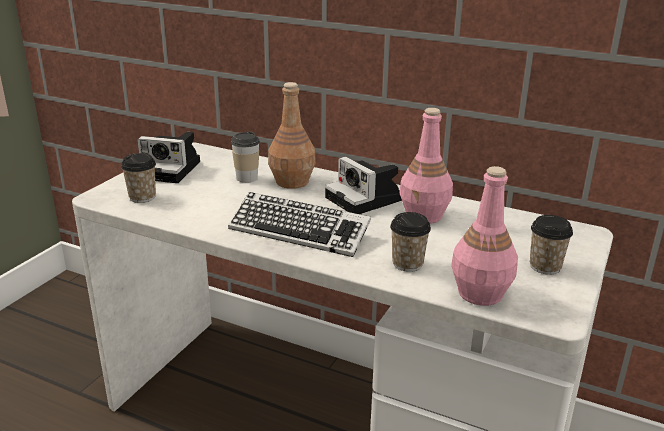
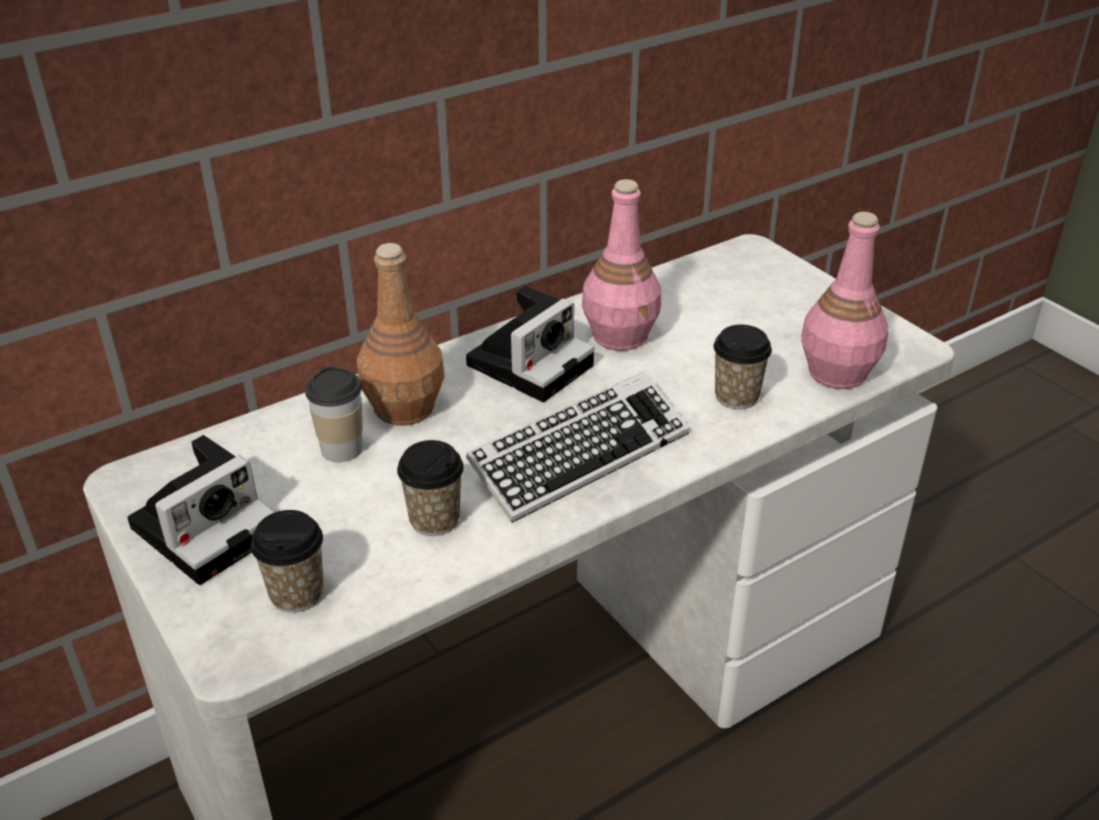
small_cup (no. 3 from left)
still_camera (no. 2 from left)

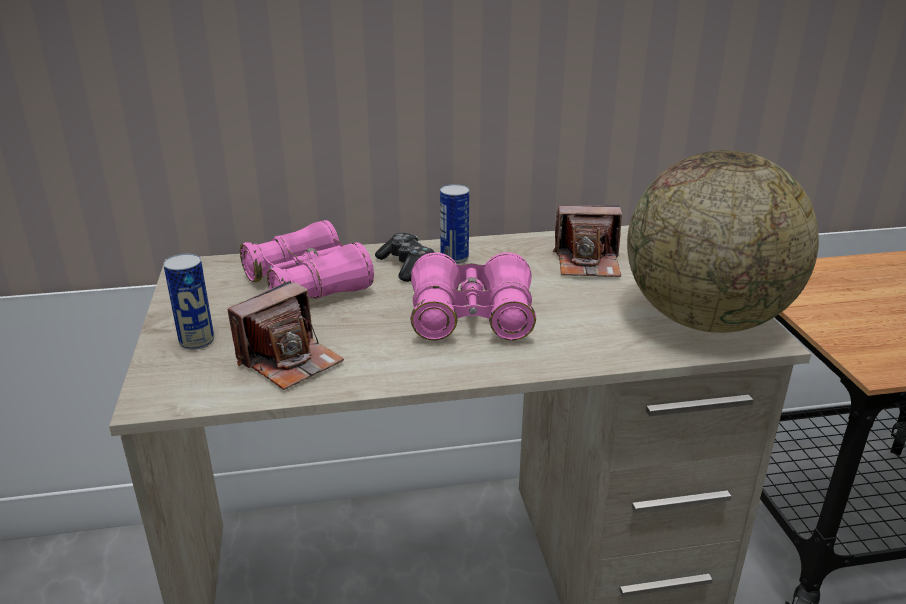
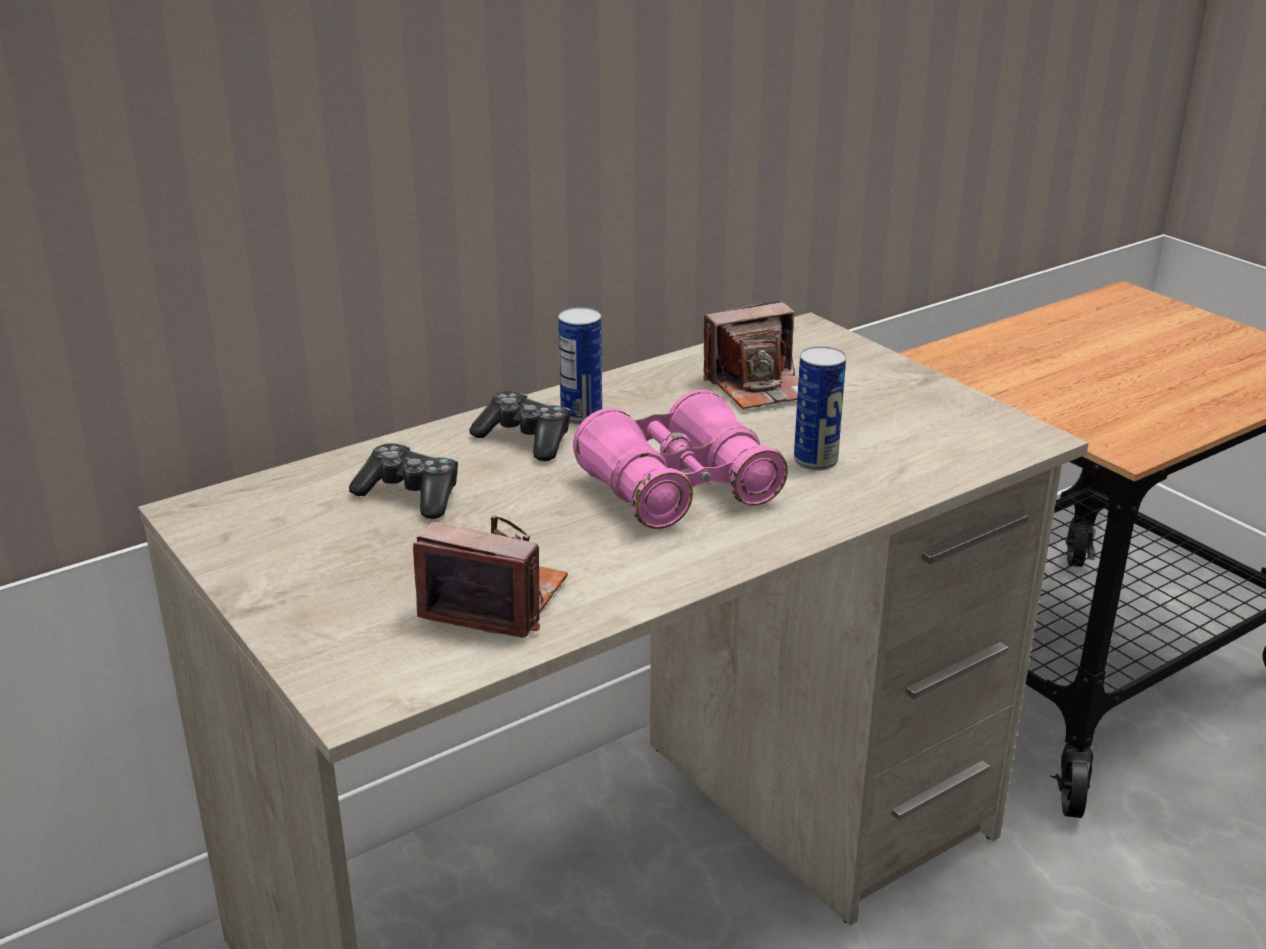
globe
sealed_can (no. 2 from left)
gamepad (no. 1 from left)
still_camera (no. 1 from left)

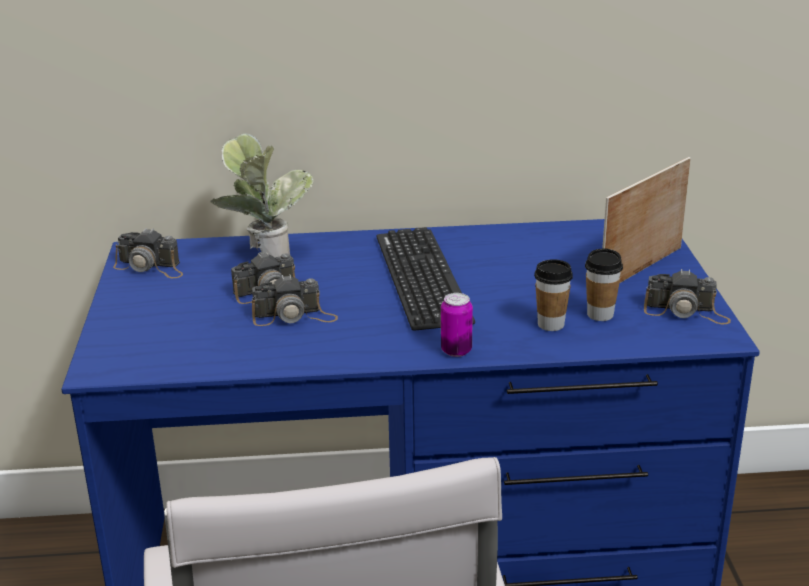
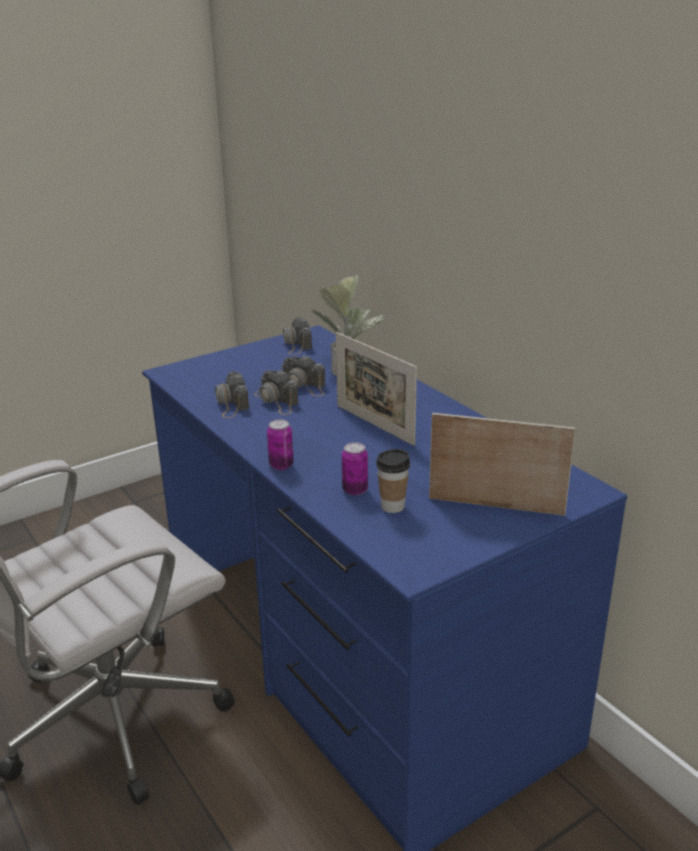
still_camera (no. 1 from left)
picture_frame (no. 1 from left)
sealed_can (no. 2 from left)

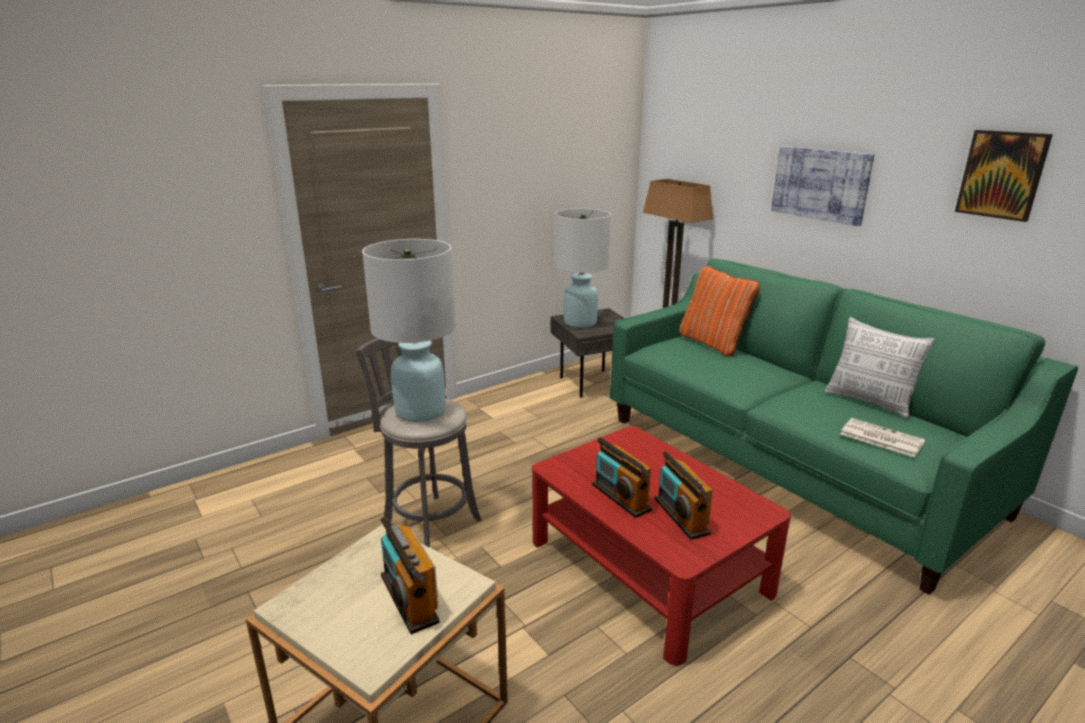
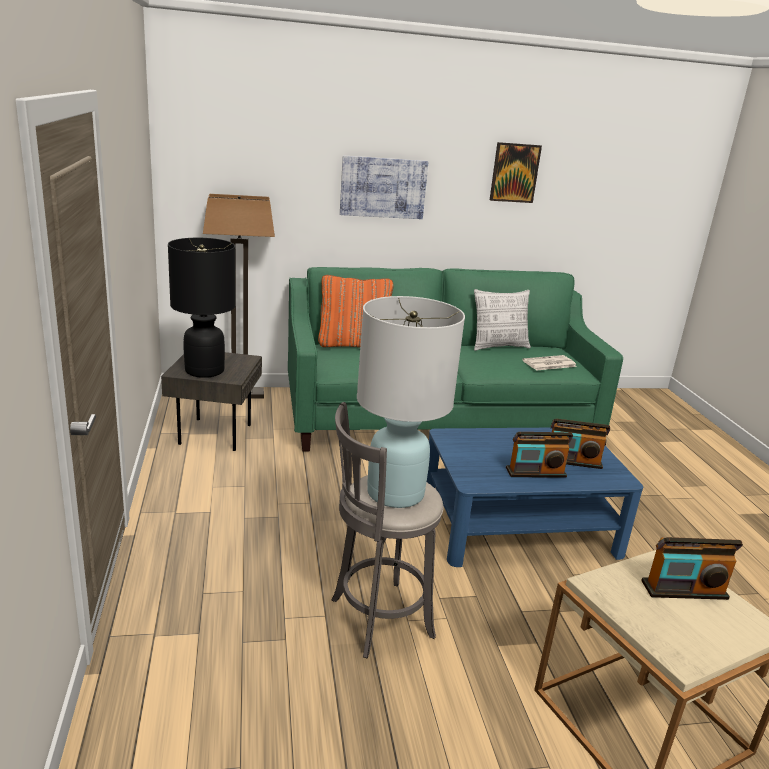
blue-coloured_coffee_table
black-coloured_lamp_for_a_table

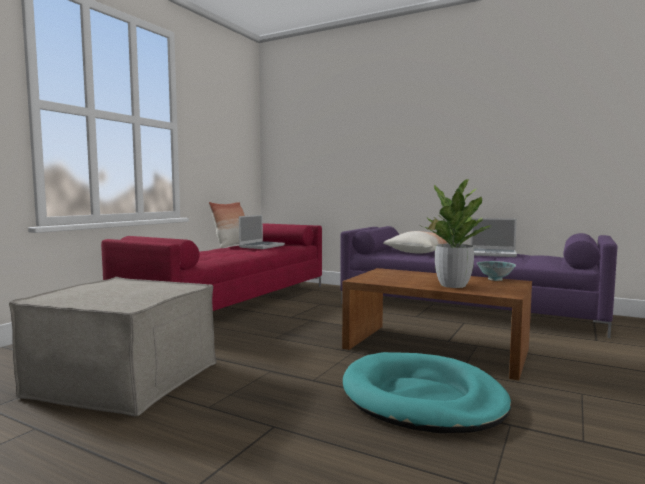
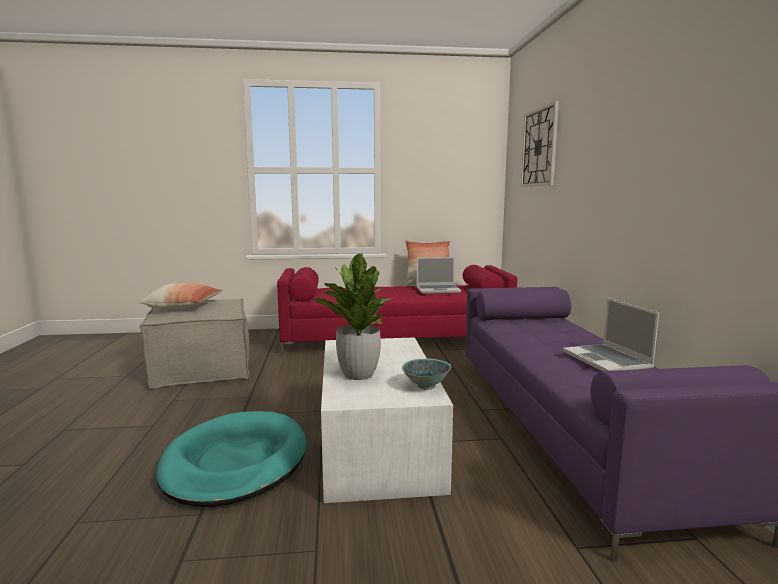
wall_clock
throw_pillow (no. 1 from left)
whitish_coffee_table

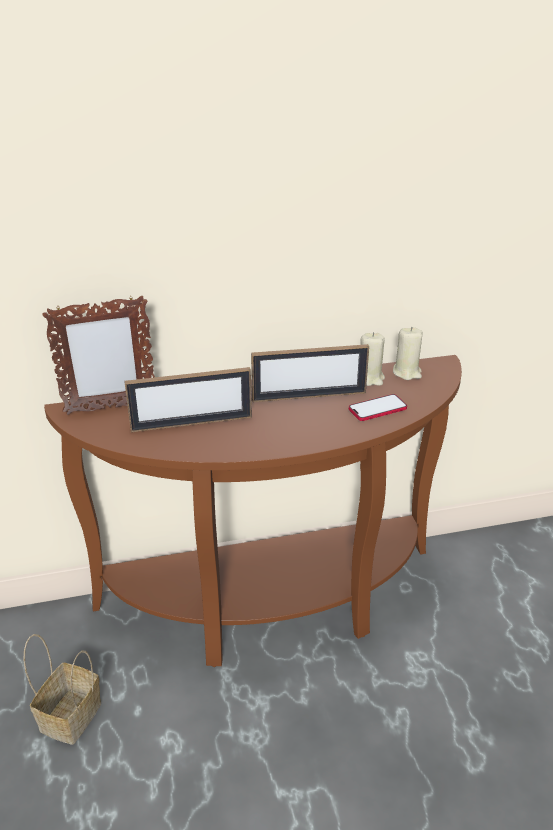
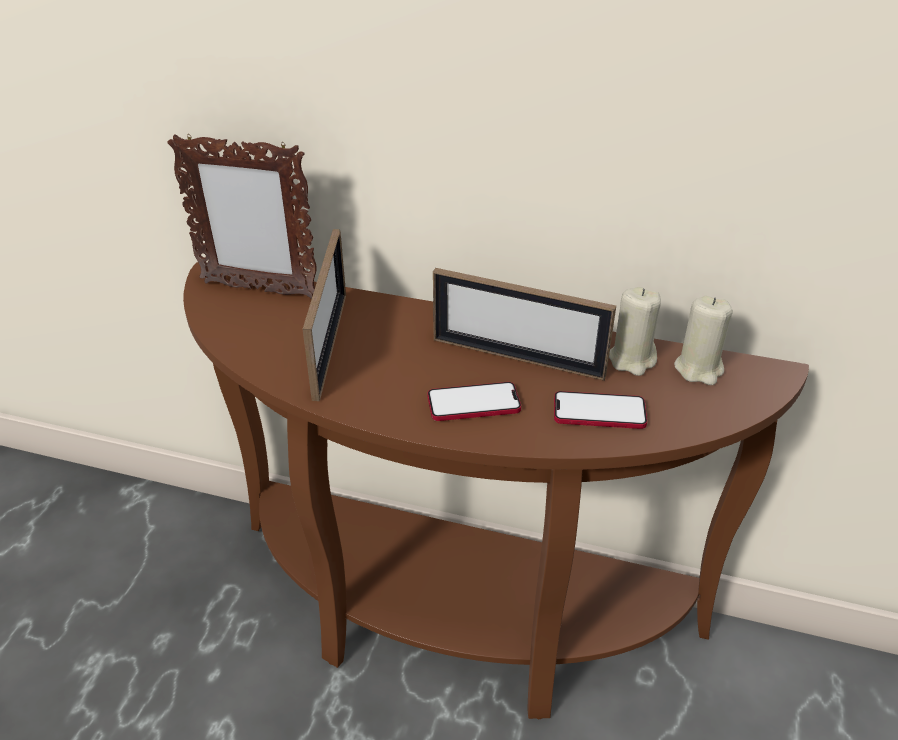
storage_basket
telephone (no. 1 from left)
picture_frame (no. 2 from left)

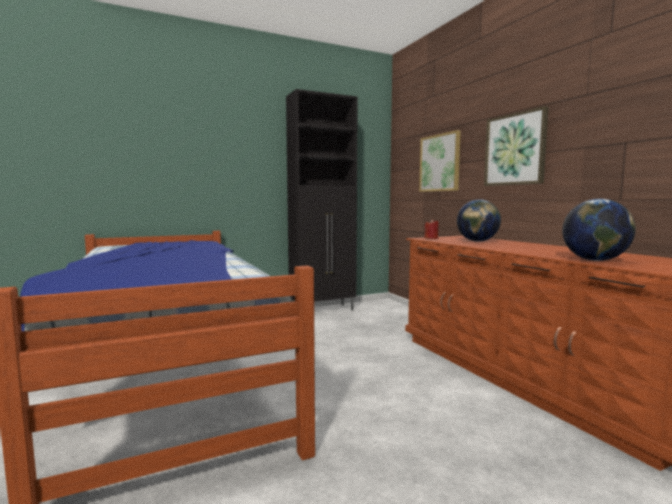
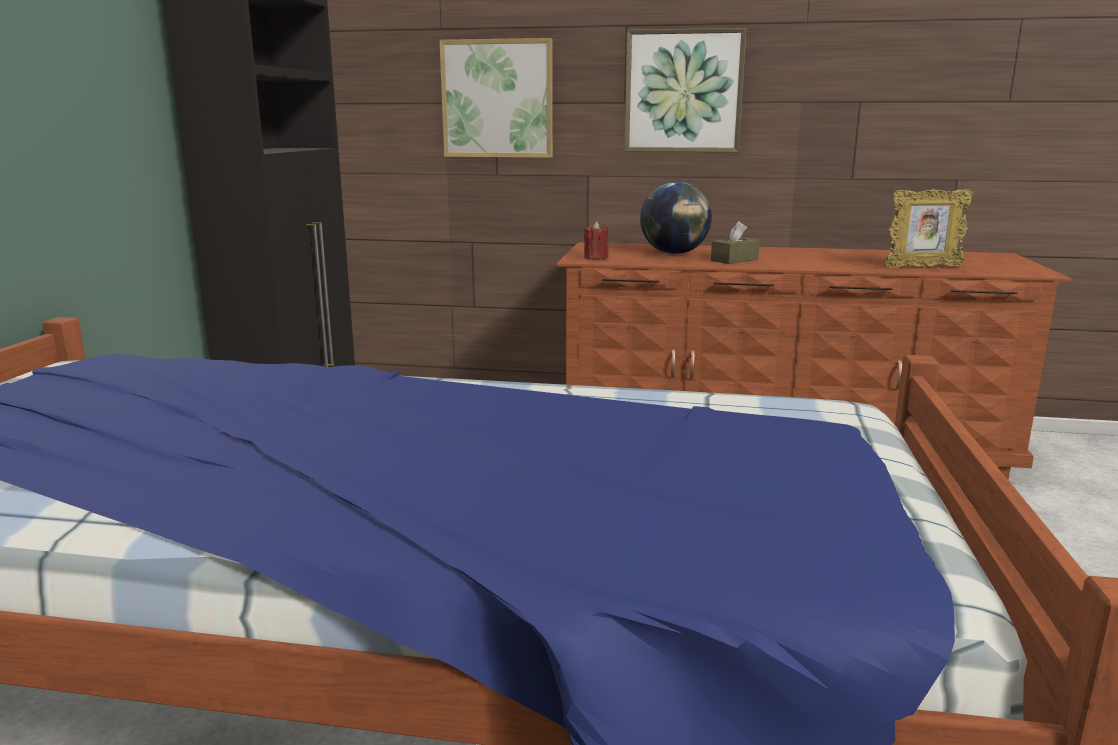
brownish_tissue_holder
picture_frame

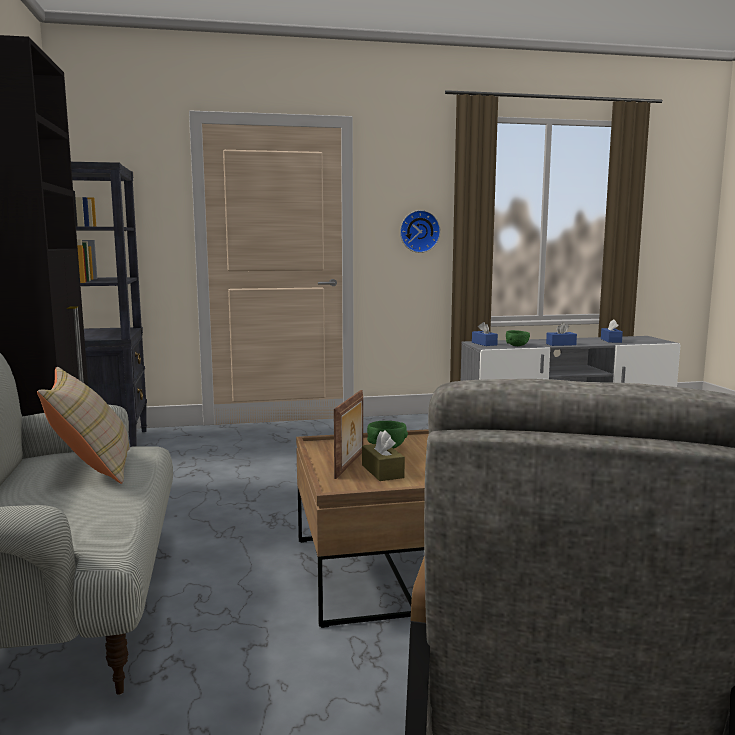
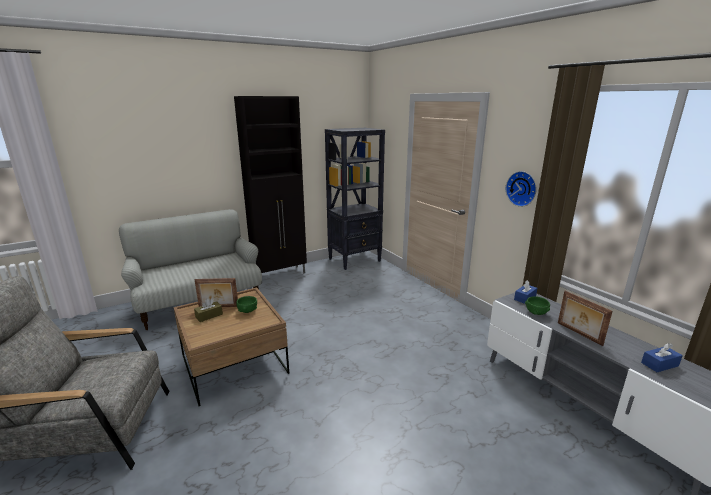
beige-coloured_throw_pillow
picture_frame (no. 2 from left)

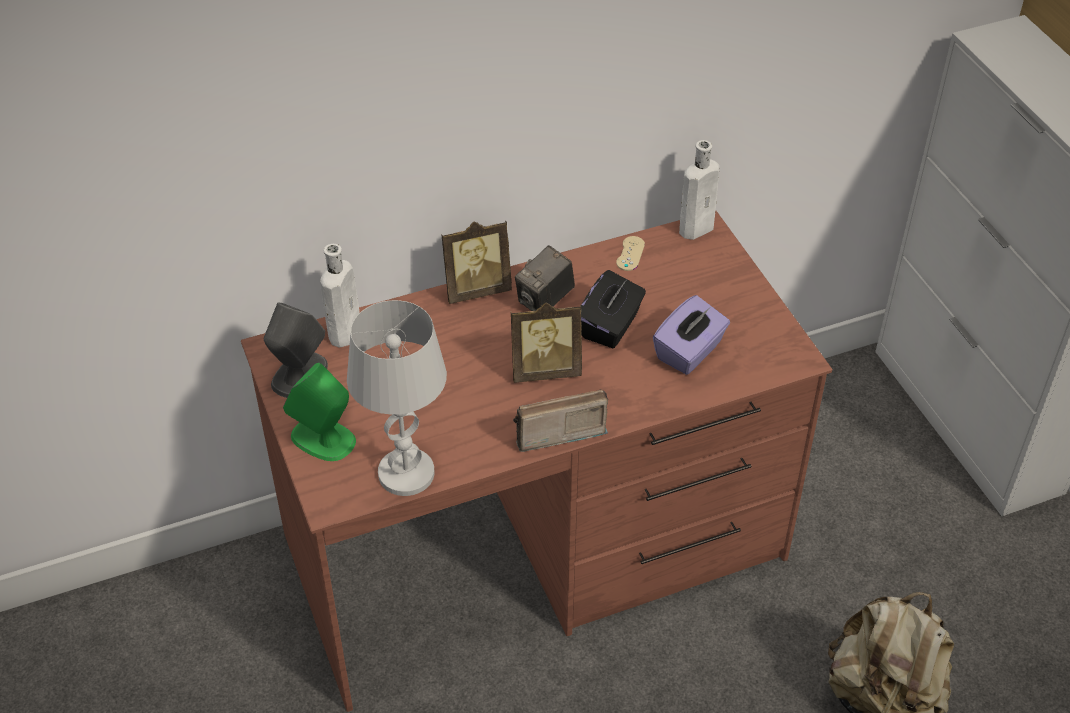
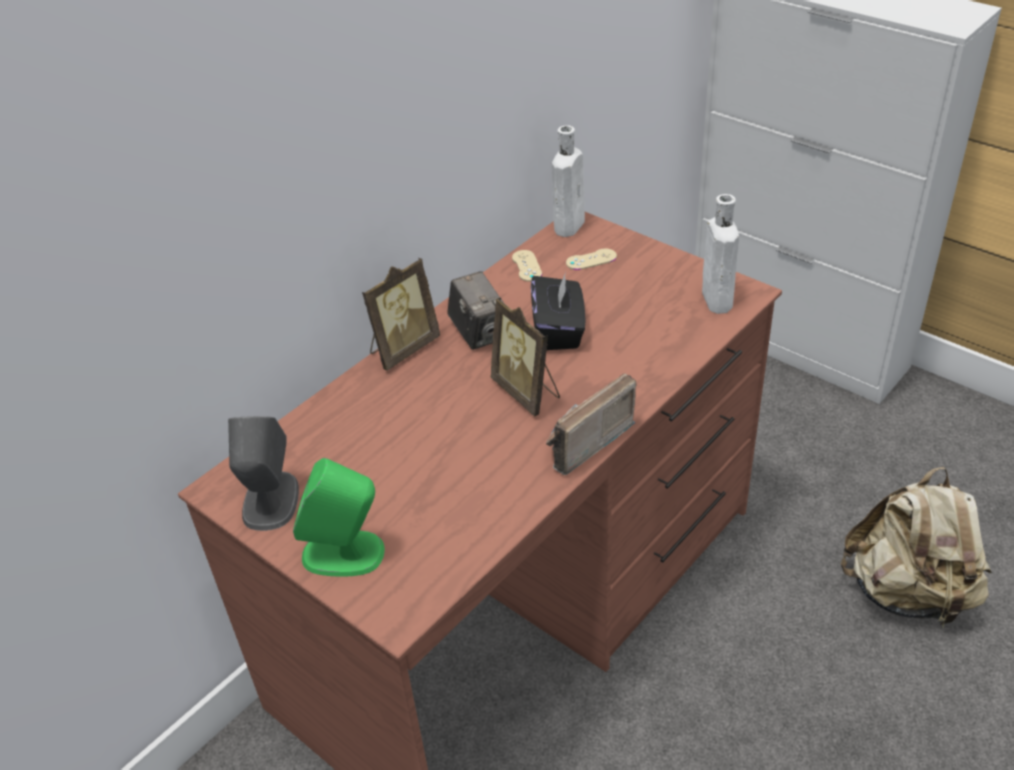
whitish_lamp_for_a_table
purple-coloured_tissue_holder
beige-coloured_gamepad (no. 2 from left)
whitish_drink_bottle (no. 2 from left)
picture_frame (no. 2 from left)
still_camera

